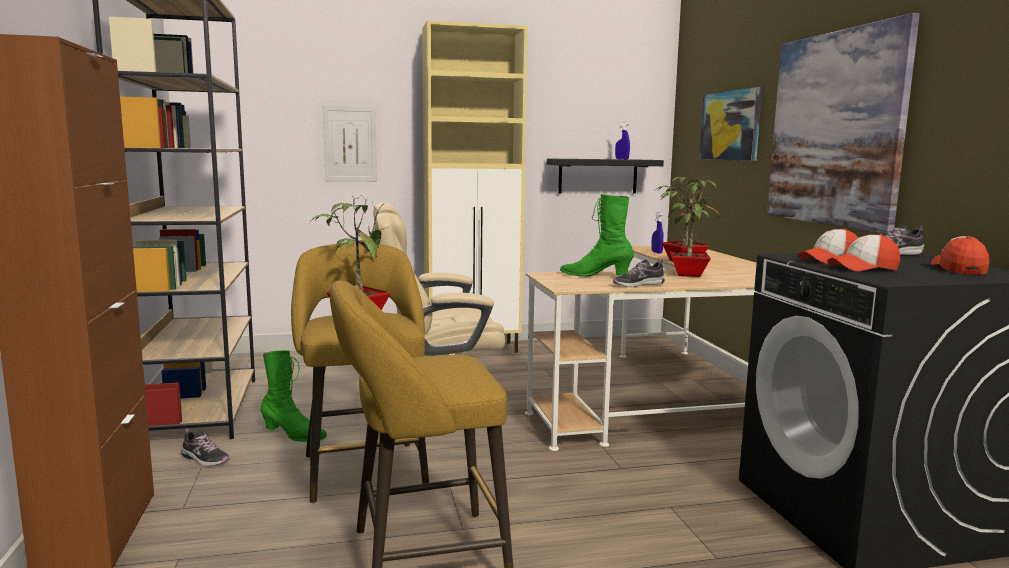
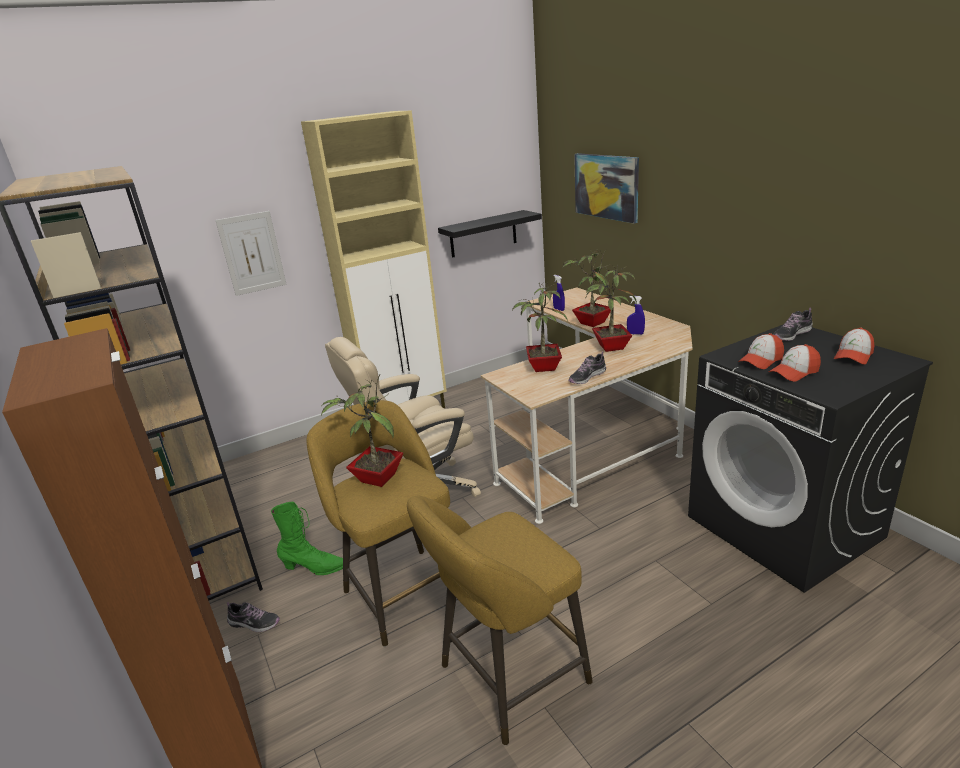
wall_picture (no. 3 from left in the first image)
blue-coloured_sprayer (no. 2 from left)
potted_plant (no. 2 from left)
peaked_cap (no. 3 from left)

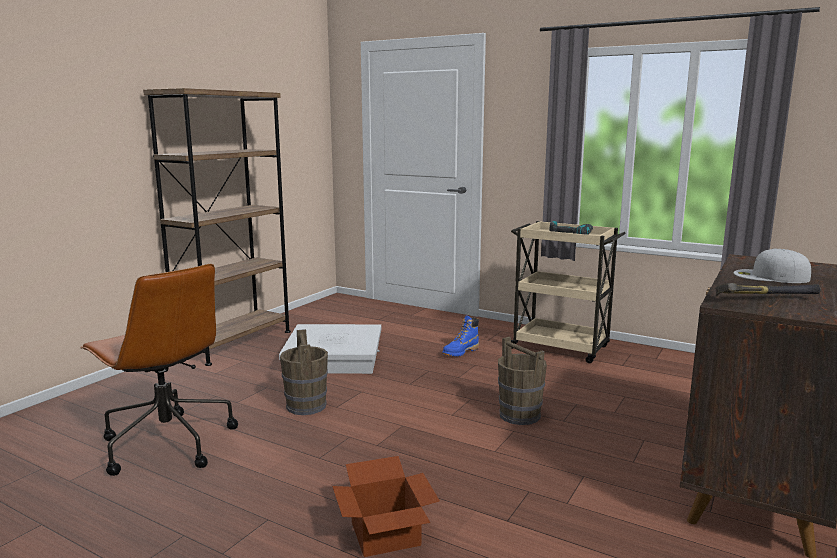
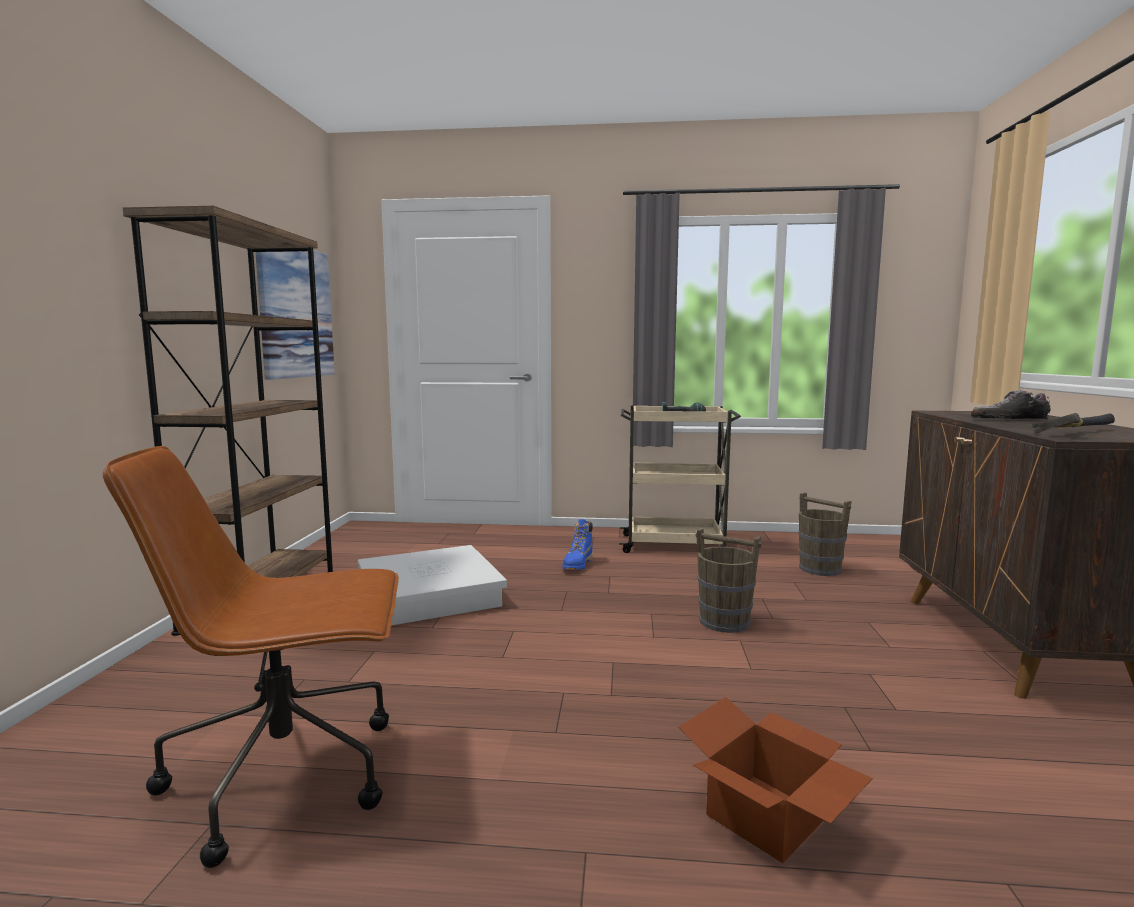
wall_picture
brownish_bucket (no. 2 from left)
shoe
brownish_computer_chair

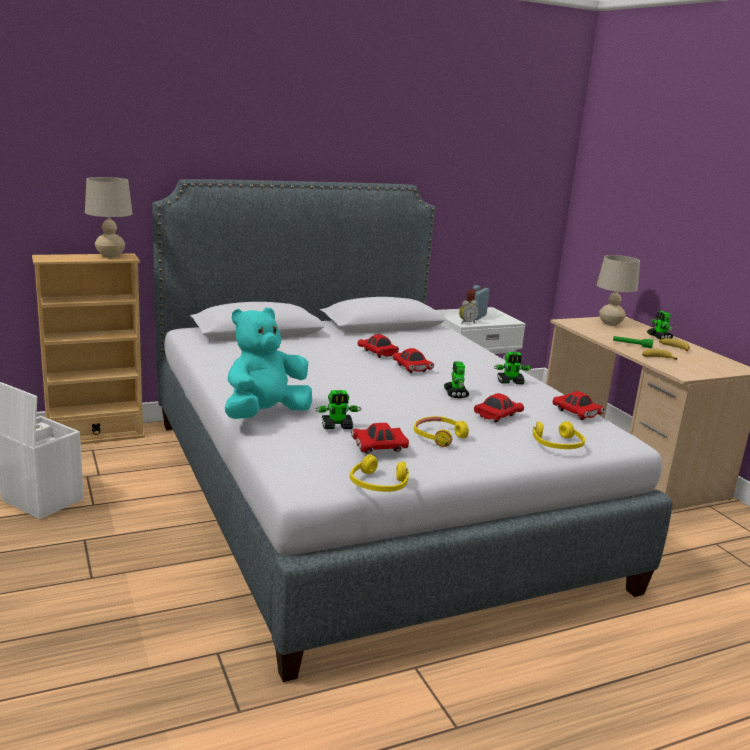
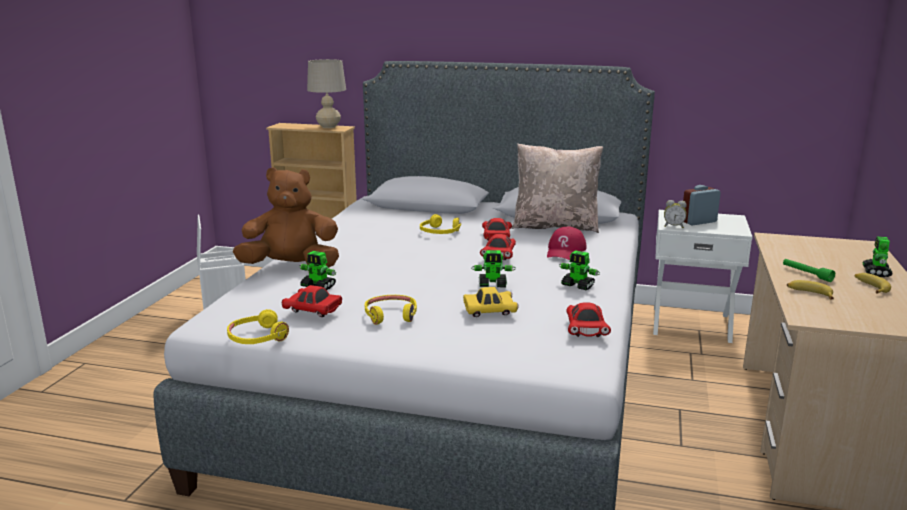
beige-coloured_lamp_for_a_table (no. 2 from left in the first image)
beige-coloured_throw_pillow
red-coloured_peaked_cap
yellowish_headphones (no. 3 from left)
brownish_plush_toy
yellowish_miniature_car
robot_figure (no. 2 from left)

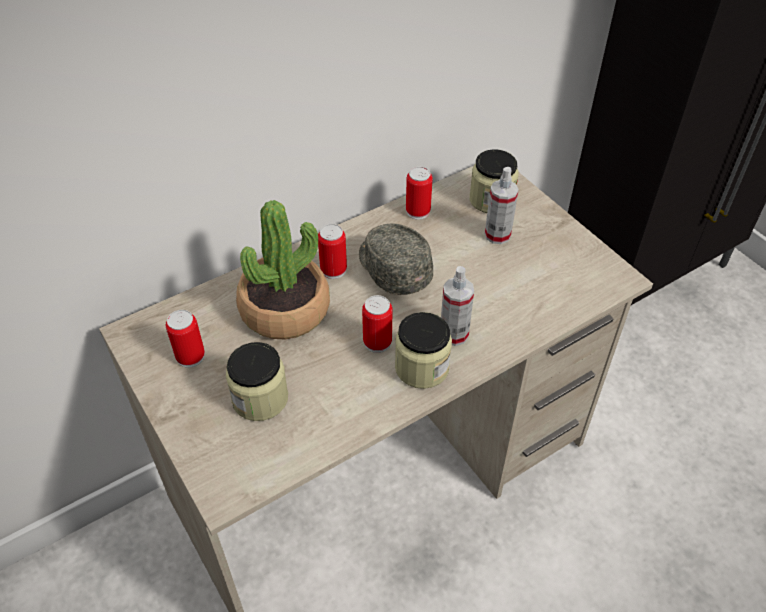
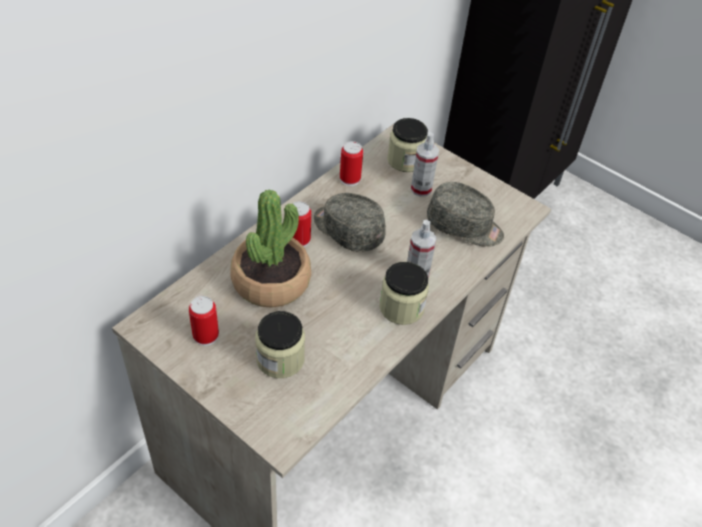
sealed_can (no. 3 from left in the first image)
greyish_peaked_cap (no. 2 from left)

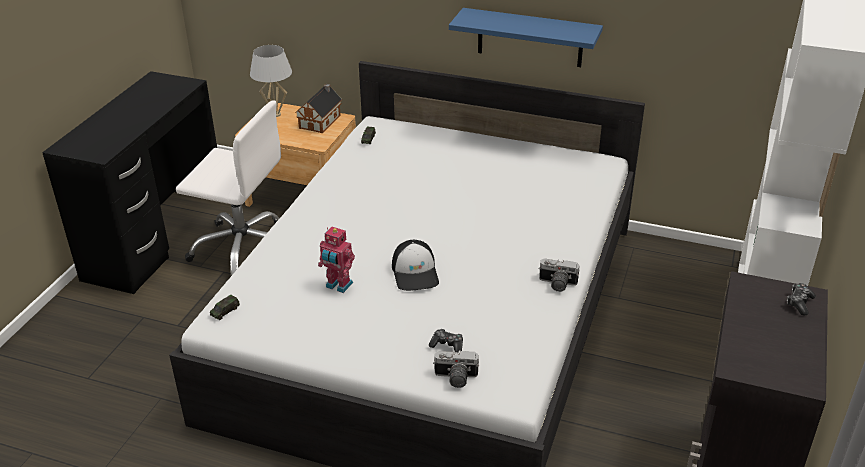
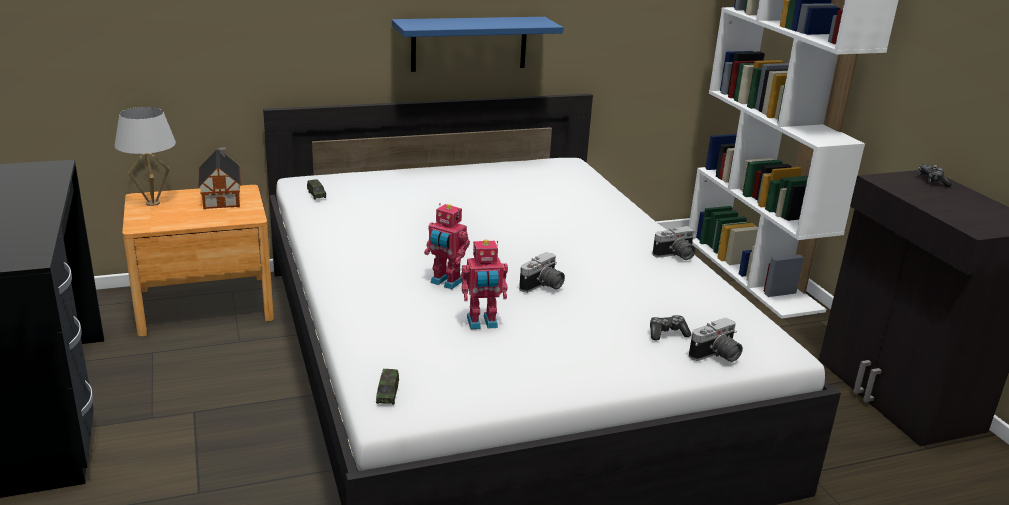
whitish_computer_chair
robot_figure (no. 1 from left)
still_camera (no. 1 from left)

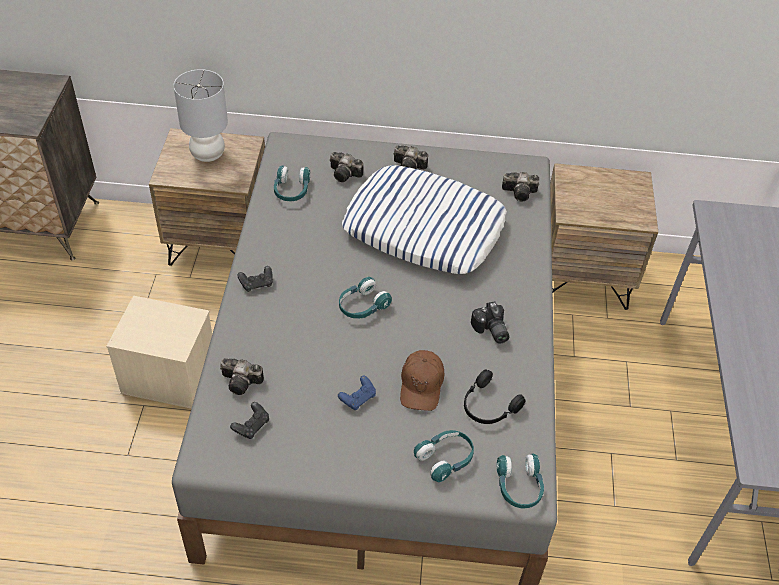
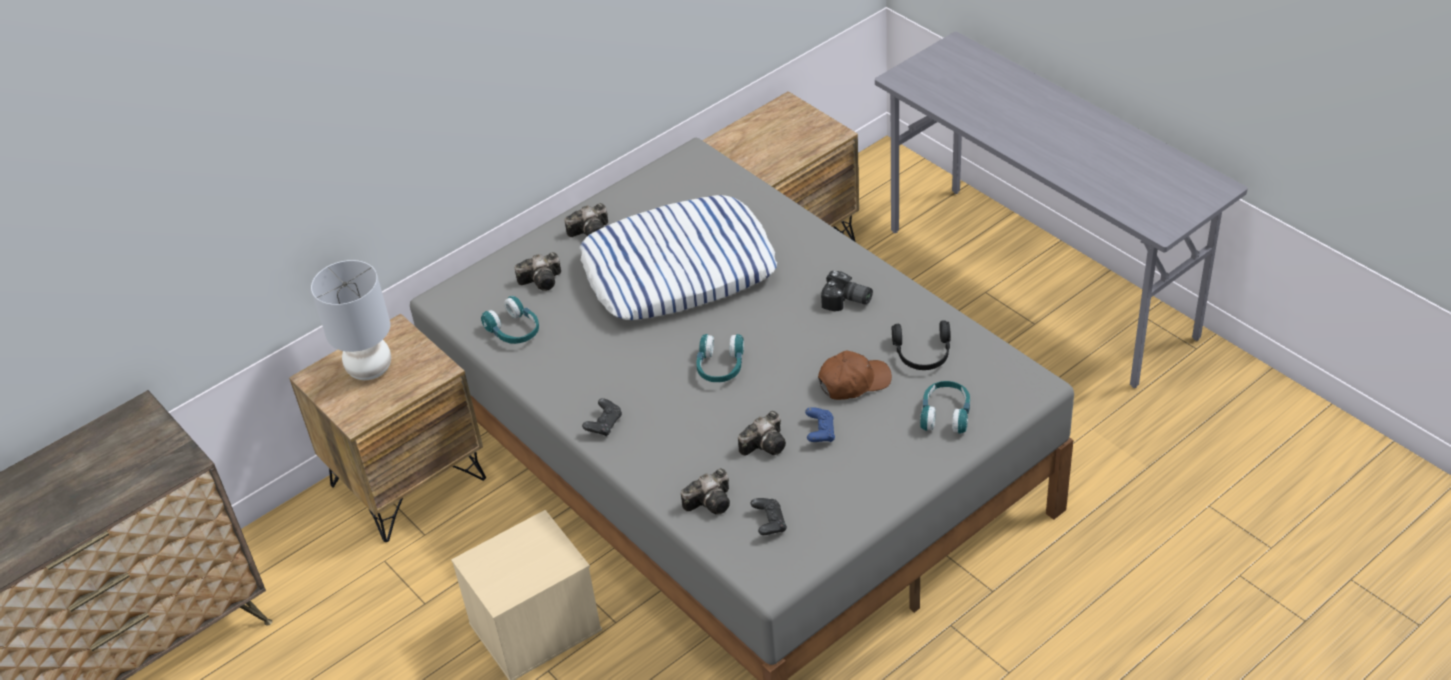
blue-green_headphones (no. 4 from left in the first image)
still_camera (no. 4 from left)
brownish_peaked_cap

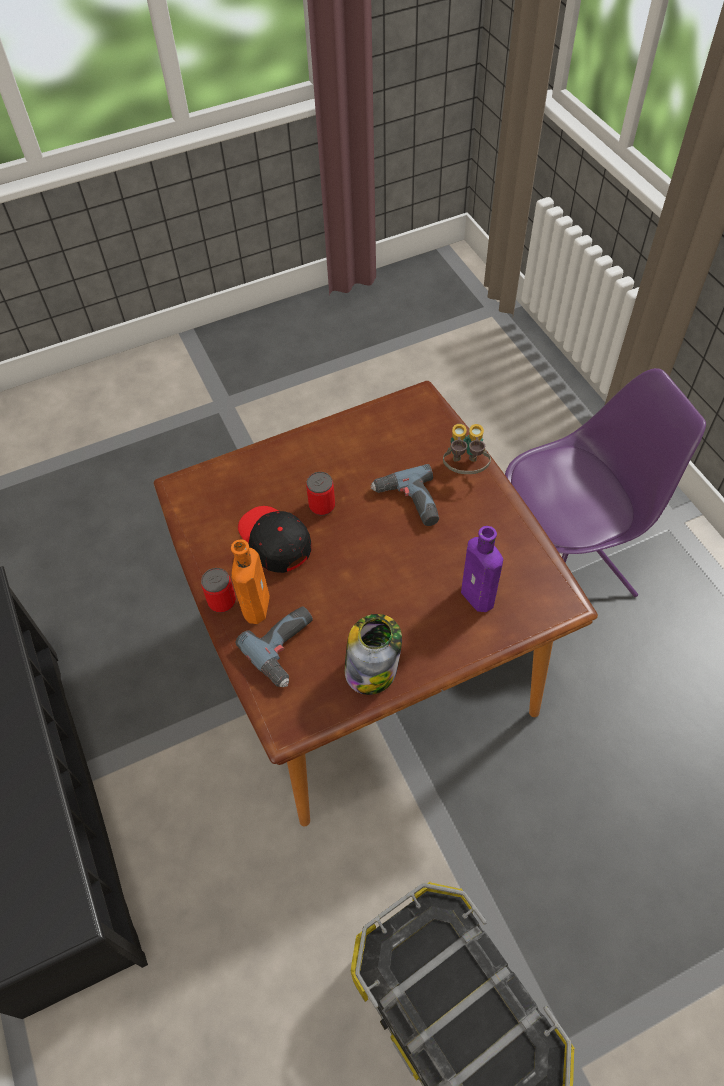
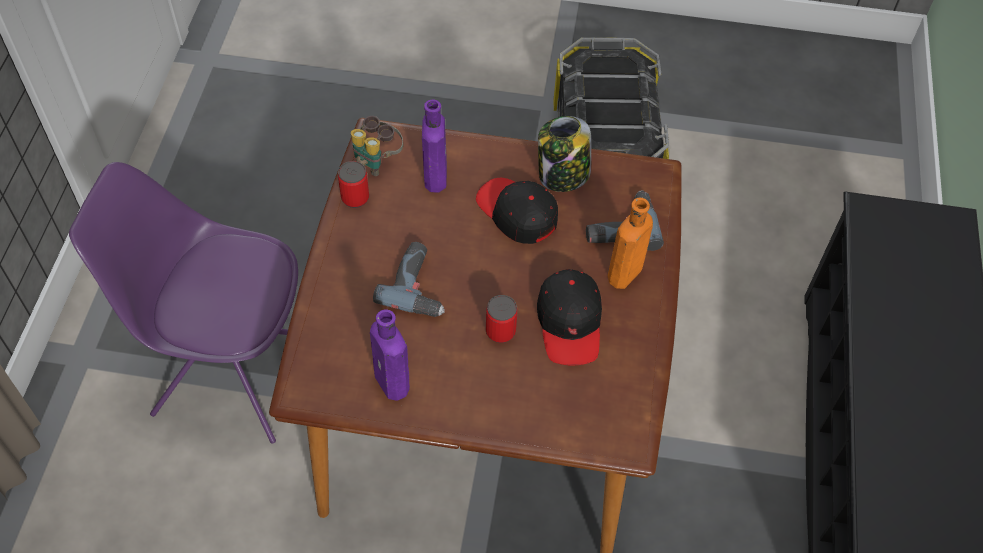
purple-coloured_drink_bottle (no. 1 from left)
black-coloured_peaked_cap (no. 1 from left)
sealed_can (no. 1 from left)
pair_of_binoculars

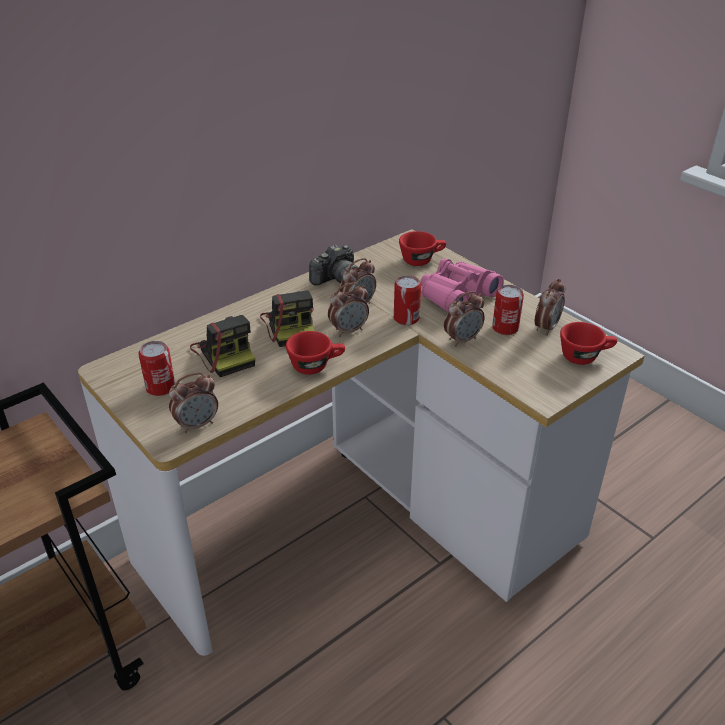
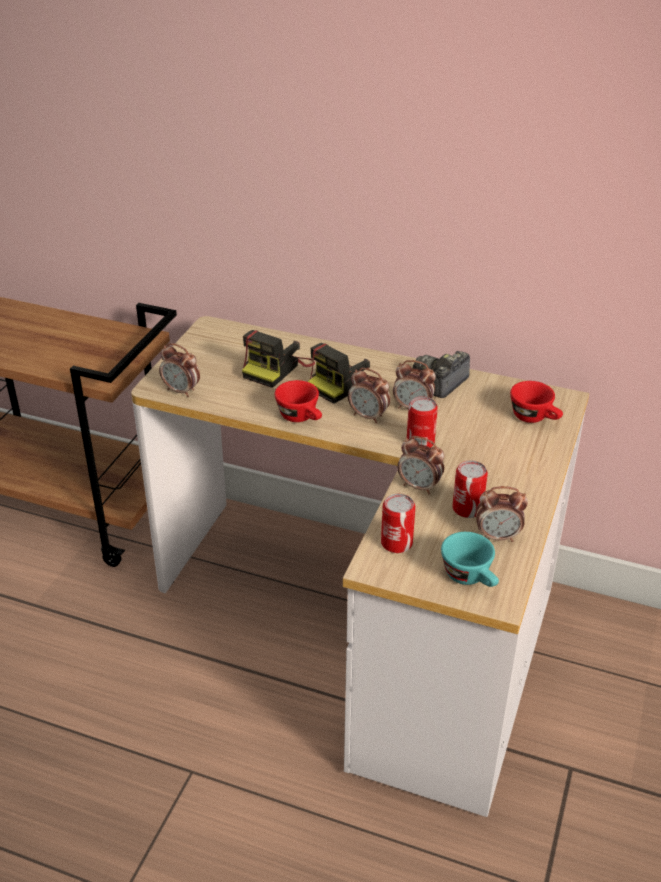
pink-coloured_pair_of_binoculars
sealed_can (no. 1 from left)
blue-green_small_cup
still_camera (no. 3 from left)

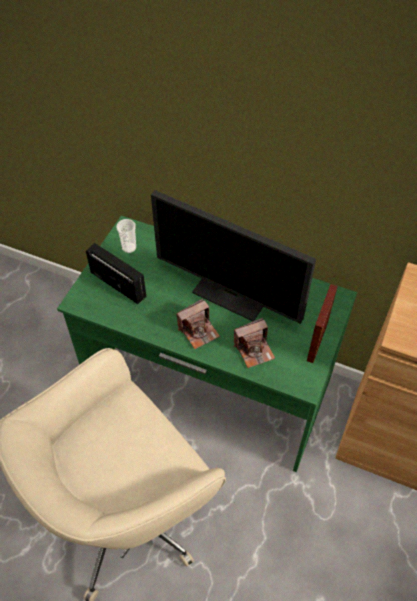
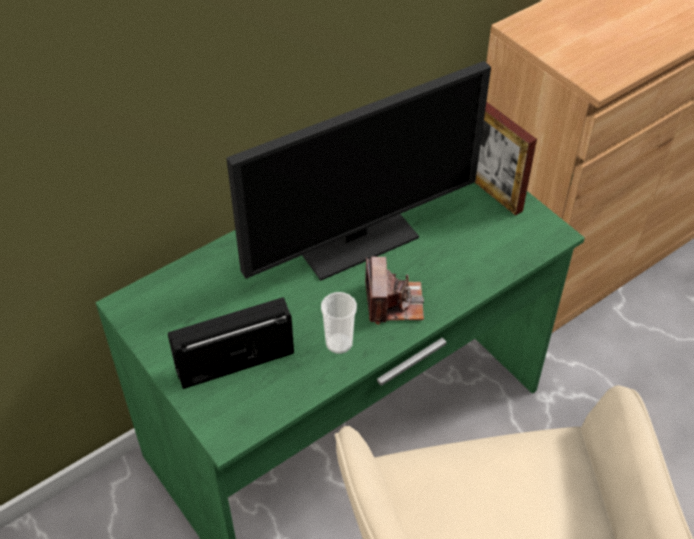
still_camera (no. 2 from left in the first image)
small_cup

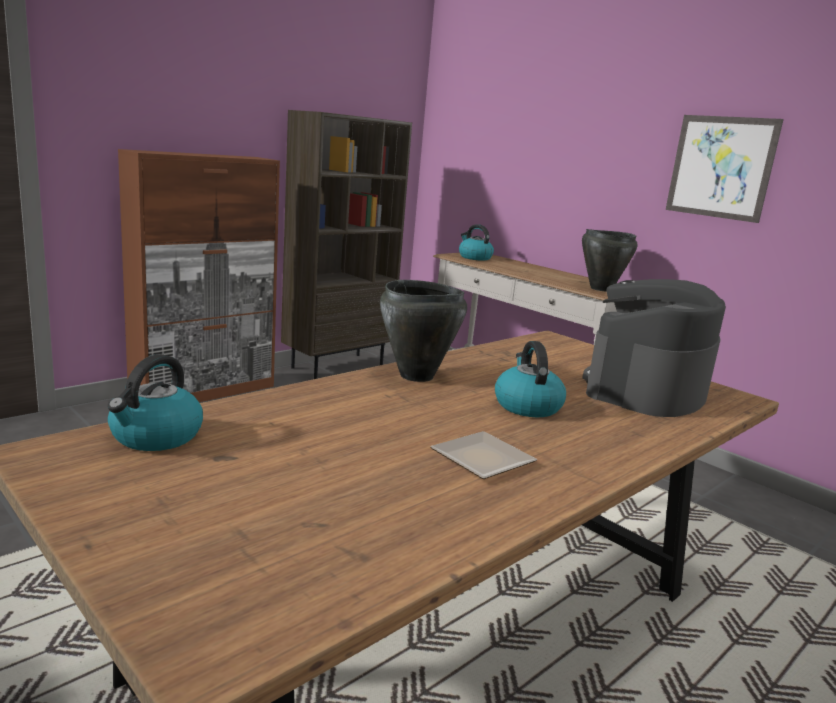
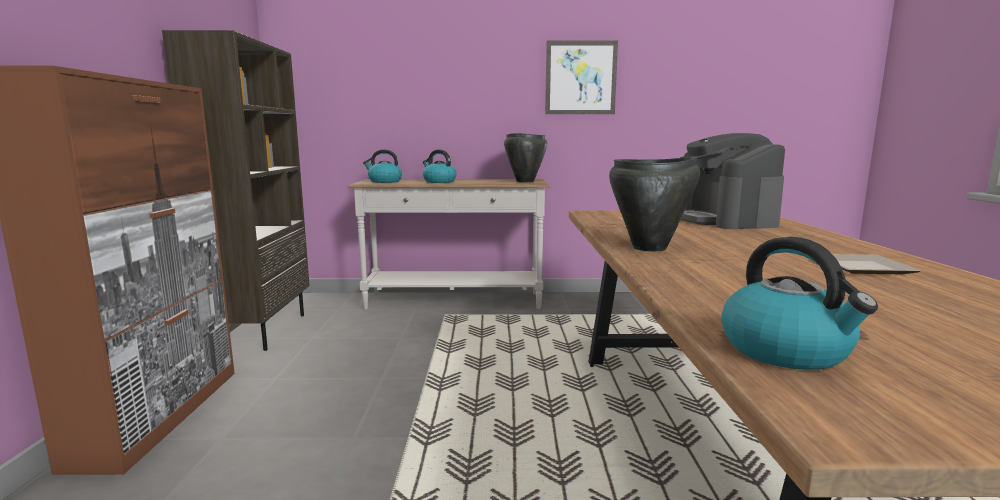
water_kettle (no. 2 from left)

